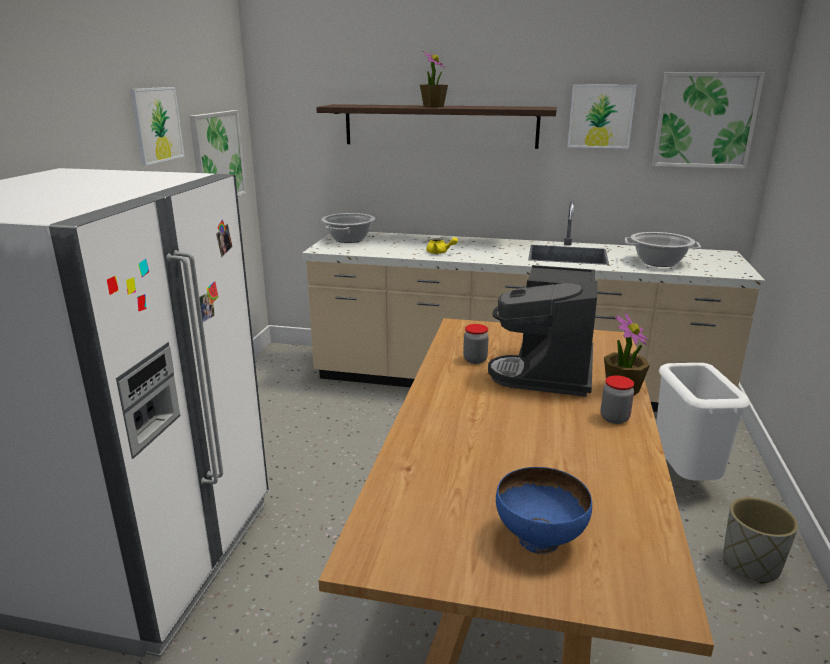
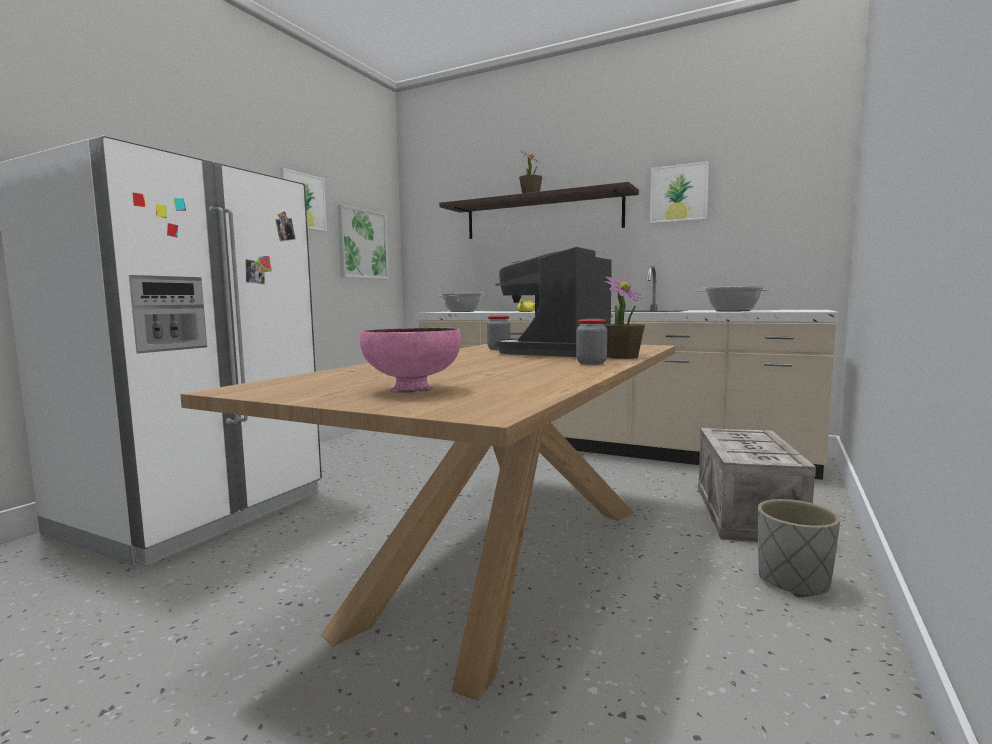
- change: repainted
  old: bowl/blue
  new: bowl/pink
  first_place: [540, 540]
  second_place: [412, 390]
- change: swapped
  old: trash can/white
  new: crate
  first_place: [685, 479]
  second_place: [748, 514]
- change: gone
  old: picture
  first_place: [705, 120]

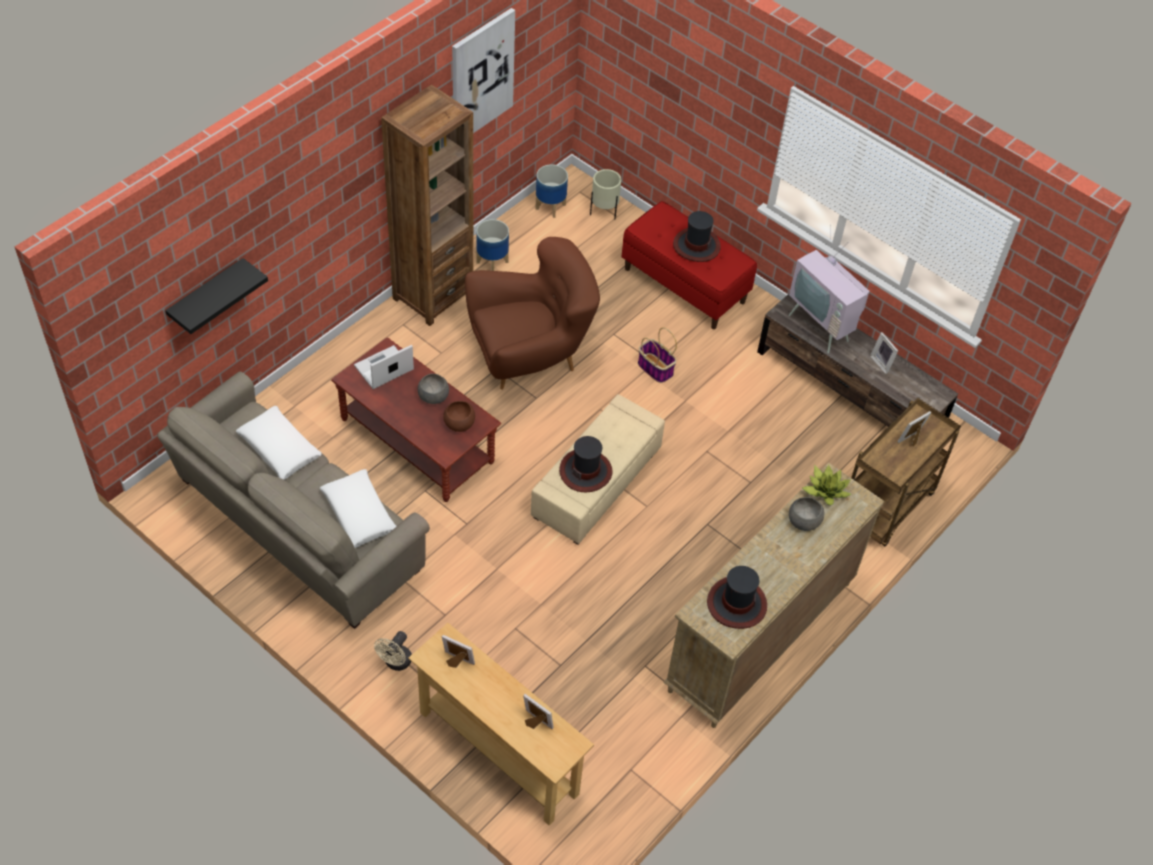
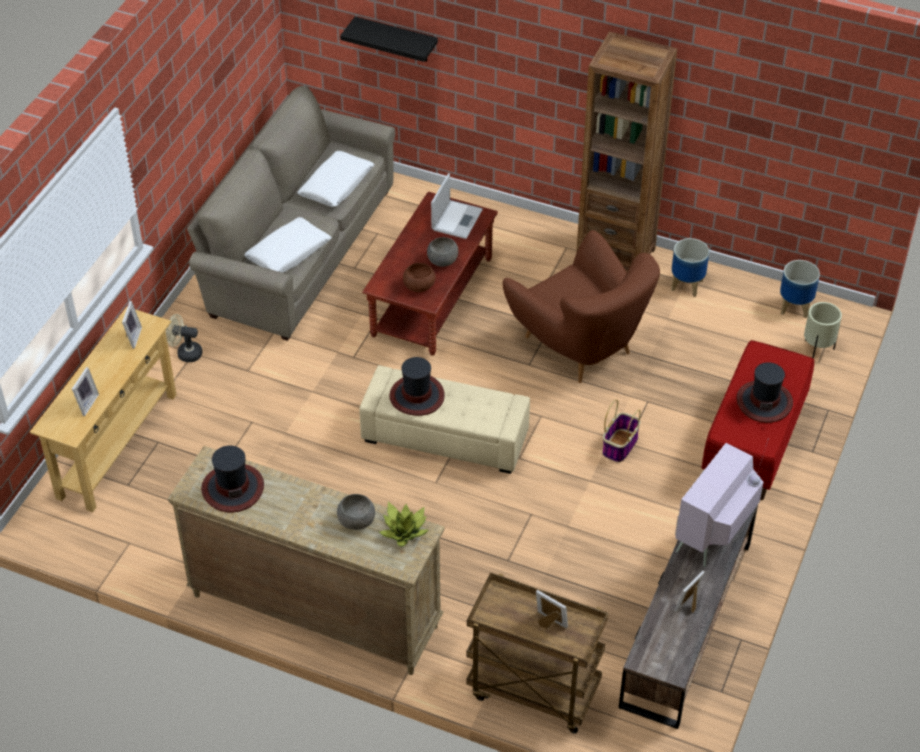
- change: rotated
  old: laptop
  first_place: [383, 369]
  second_place: [457, 219]
  degrees: 75
- change: gone
  old: picture
  first_place: [481, 75]

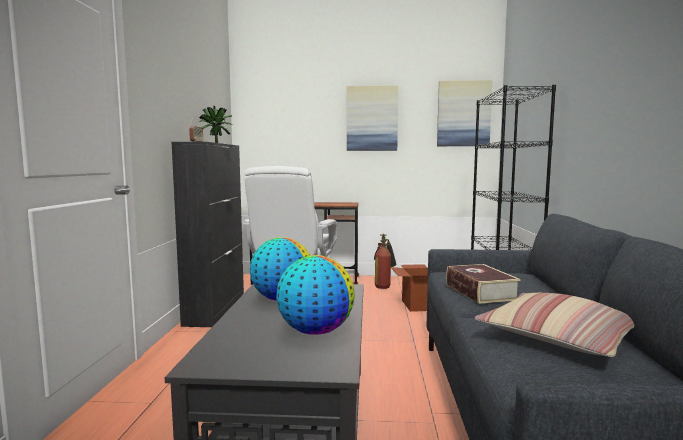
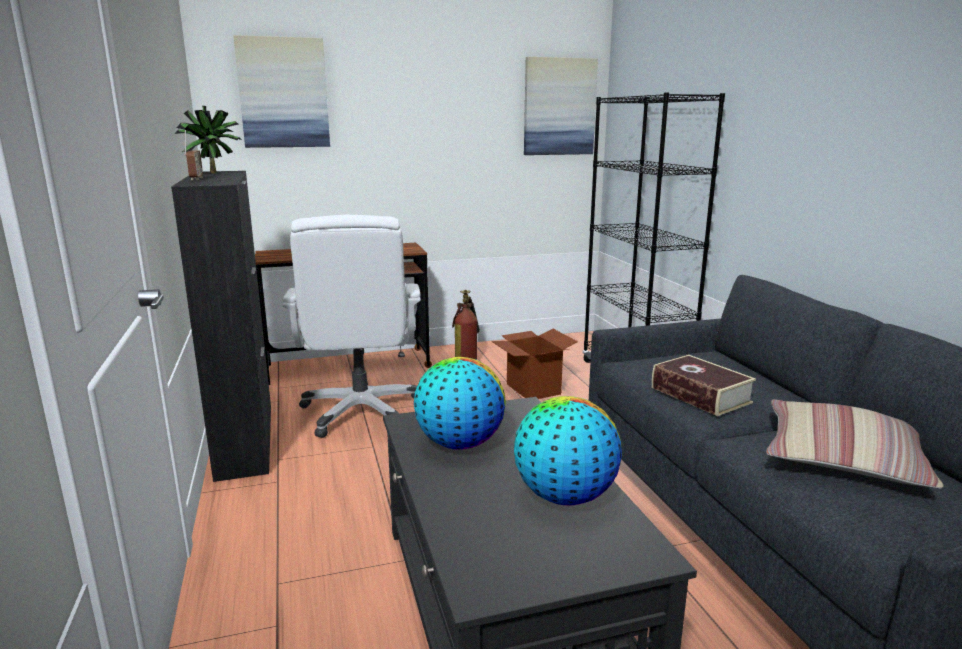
- change: shifted
  old: picture
  first_place: [372, 118]
  second_place: [283, 93]

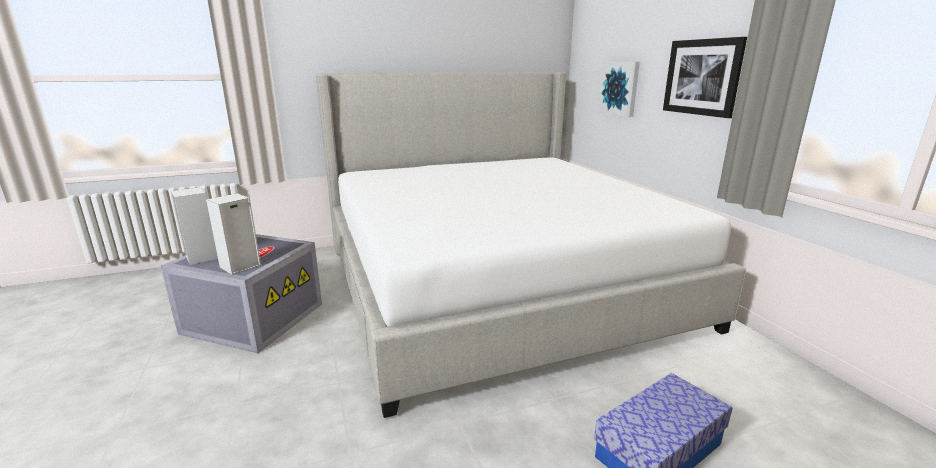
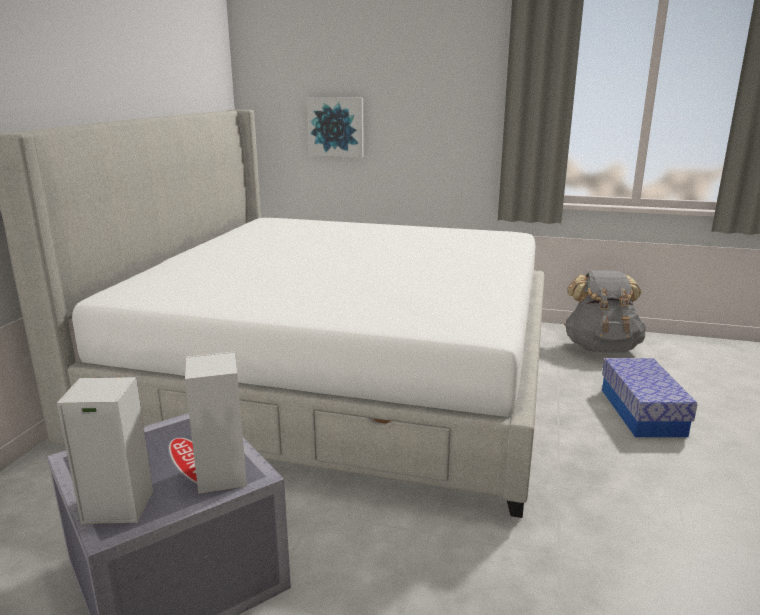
- change: new
  new: backpack/grey
  second_place: [601, 348]
- change: gone
  old: picture
  first_place: [702, 77]

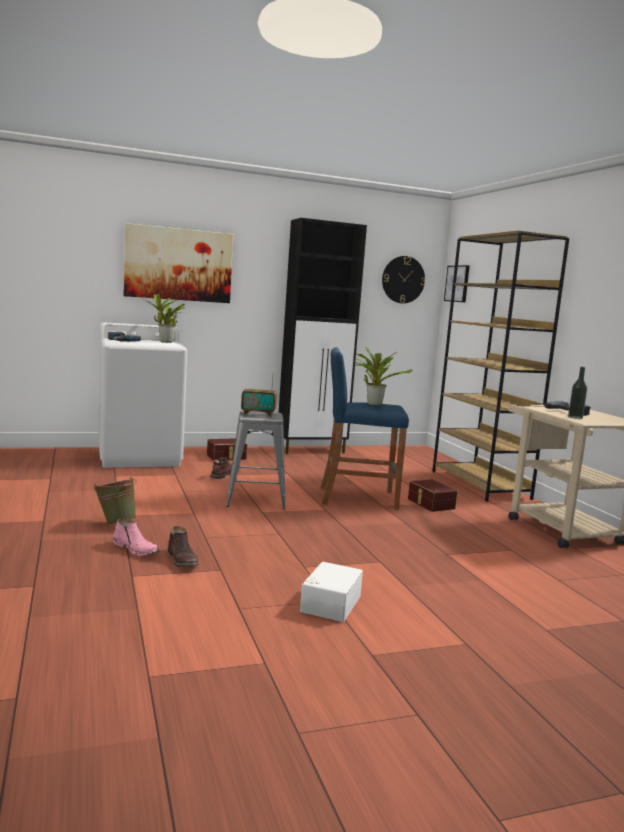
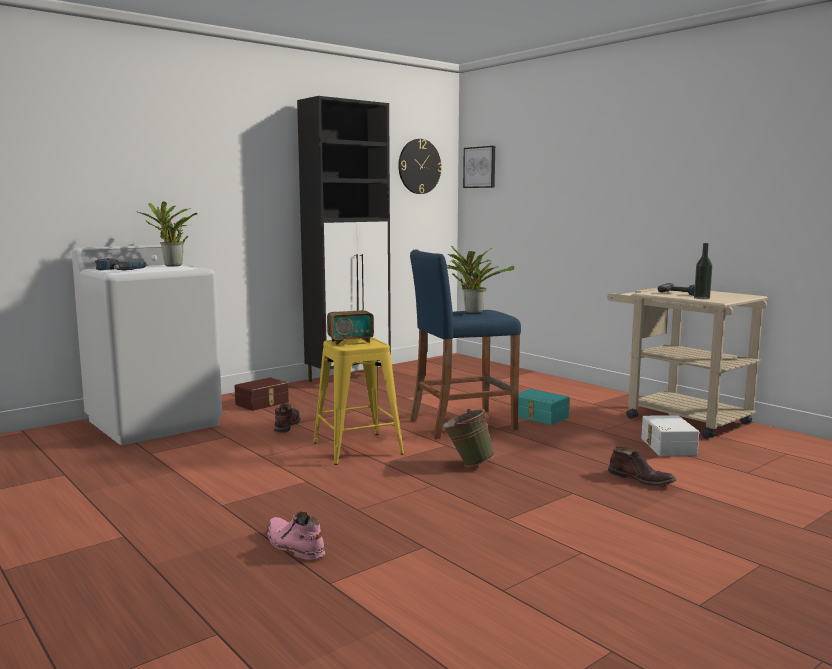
- change: rotated
  old: boot/pink
  first_place: [136, 549]
  second_place: [293, 545]
  degrees: -150
- change: repainted
  old: stool/grey
  new: stool/yellow
  first_place: [256, 499]
  second_place: [357, 448]
- change: shifted
  old: bucket/green
  first_place: [115, 524]
  second_place: [467, 464]
- change: repainted
  old: storage box/brown
  new: storage box/turquoise
  first_place: [430, 504]
  second_place: [539, 417]
- change: shifted
  old: boot/brown
  first_place: [183, 560]
  second_place: [641, 479]
- change: shifted
  old: storage box/white
  first_place: [329, 603]
  second_place: [667, 446]
- change: gone
  old: picture
  first_place: [178, 264]
- change: gone
  old: bookcase/brown
  first_place: [480, 485]

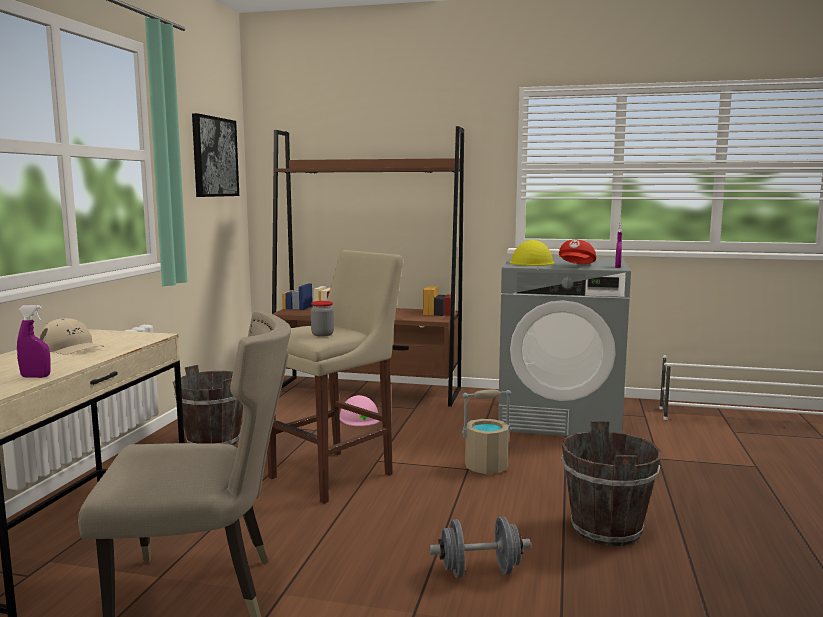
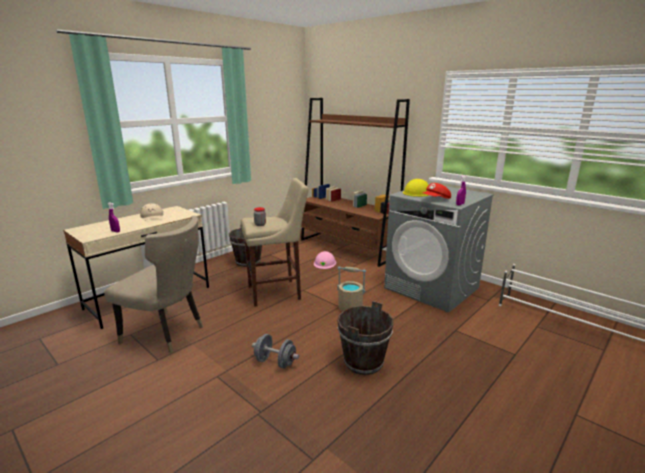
- change: gone
  old: picture
  first_place: [214, 157]

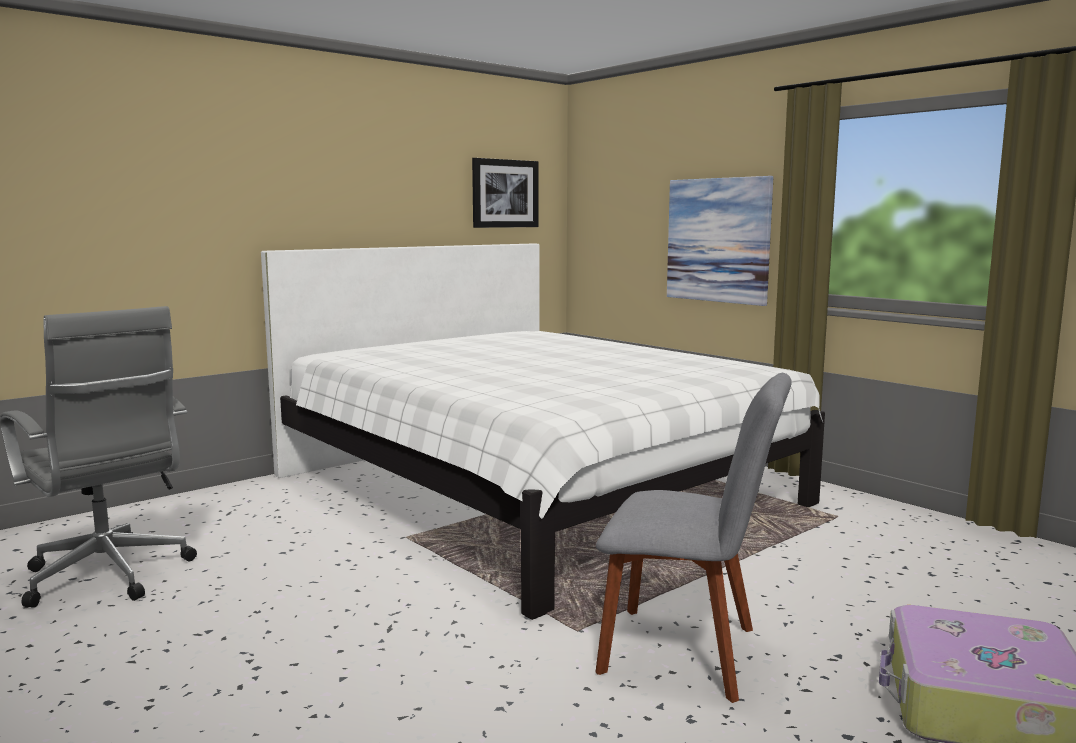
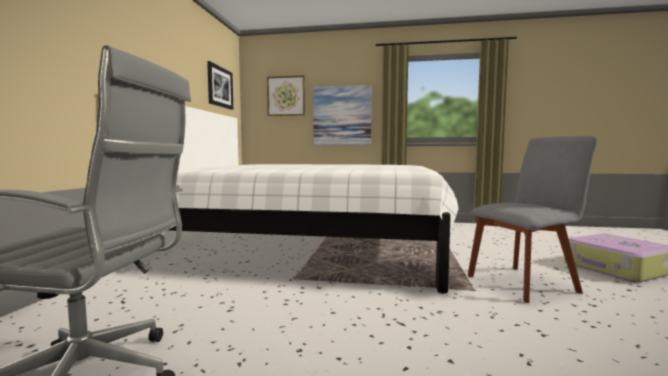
- change: new
  new: picture
  second_place: [286, 96]

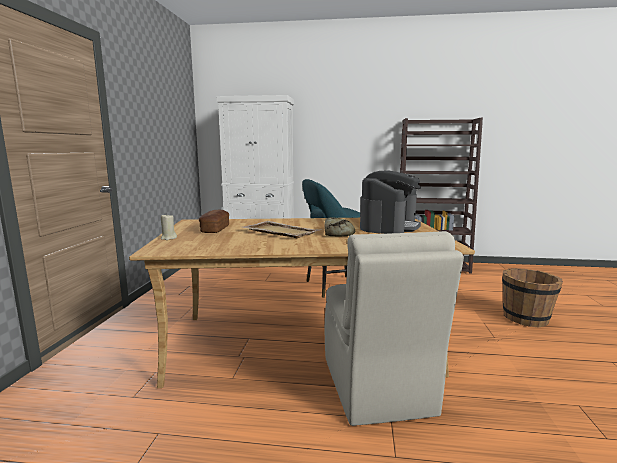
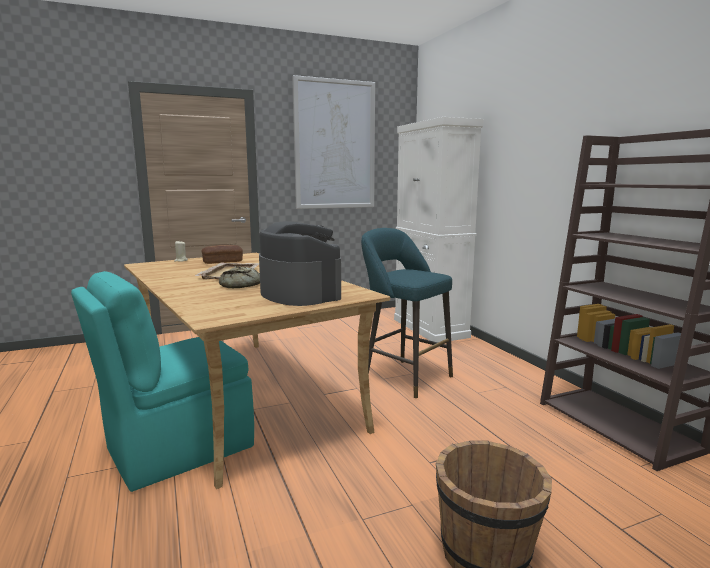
- change: repainted
  old: chair/beige
  new: chair/turquoise
  first_place: [377, 387]
  second_place: [176, 449]
- change: rotated
  old: coffee machine
  first_place: [389, 226]
  second_place: [299, 294]
  degrees: -120
- change: new
  new: picture
  second_place: [335, 145]

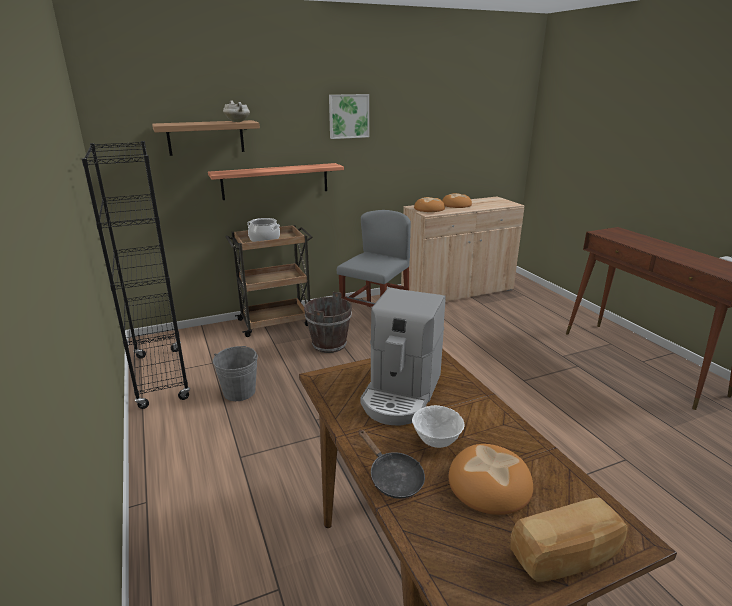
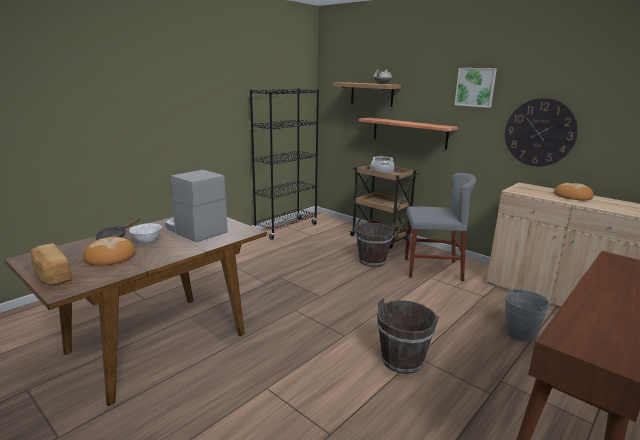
- change: rotated
  old: coffee machine
  first_place: [401, 393]
  second_place: [194, 230]
  degrees: 45
- change: new
  new: bucket/brown
  second_place: [402, 360]
- change: new
  new: wall clock
  second_place: [539, 132]
- change: shifted
  old: bucket/grey
  first_place: [239, 392]
  second_place: [520, 332]
- change: gone
  old: bread
  first_place: [429, 209]

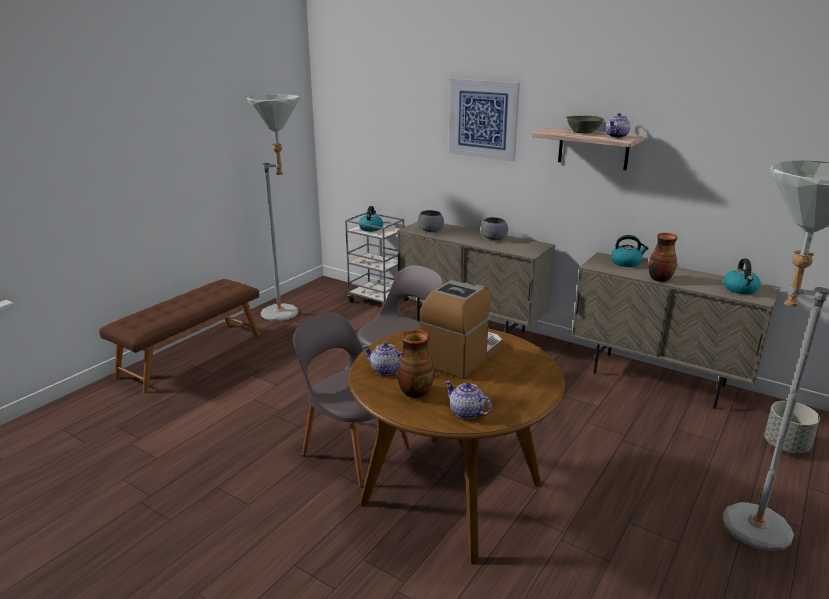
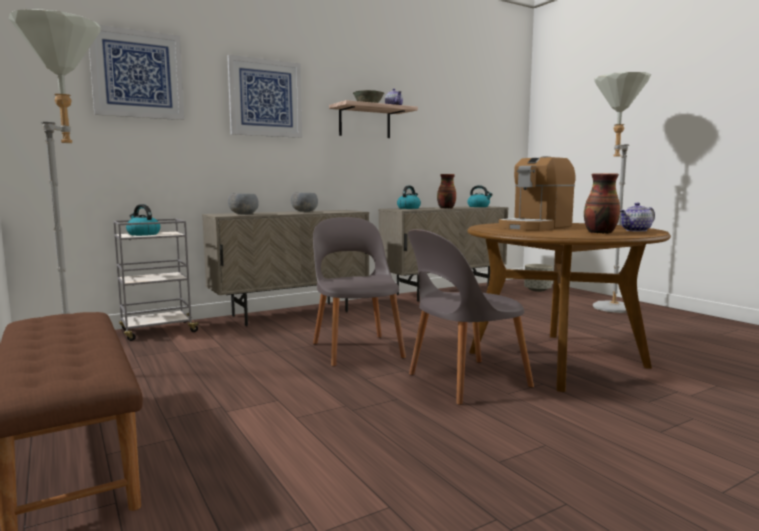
- change: new
  new: picture
  second_place: [137, 74]
- change: rotated
  old: coffee machine
  first_place: [462, 355]
  second_place: [535, 227]
  degrees: -105
- change: gone
  old: teapot
  first_place: [385, 370]

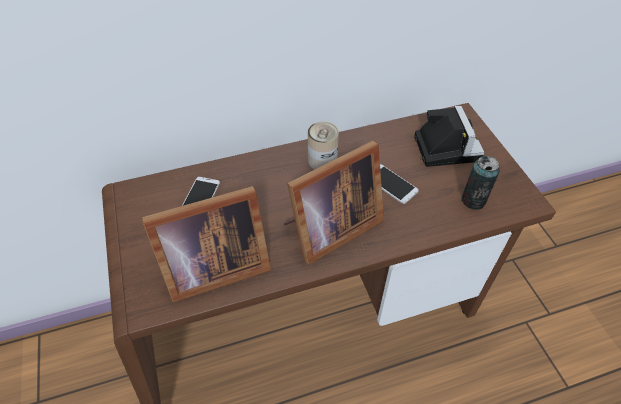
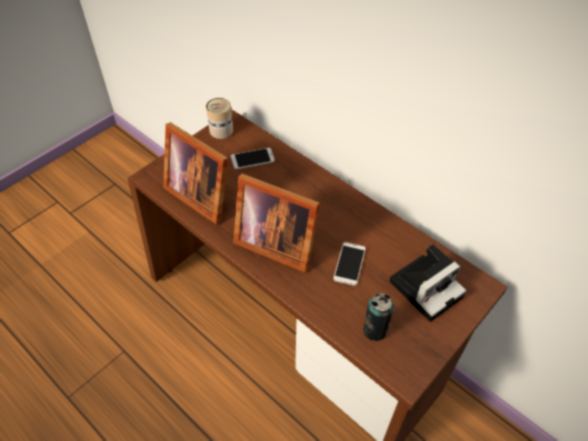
- change: shifted
  old: can
  first_place: [322, 160]
  second_place: [221, 130]

